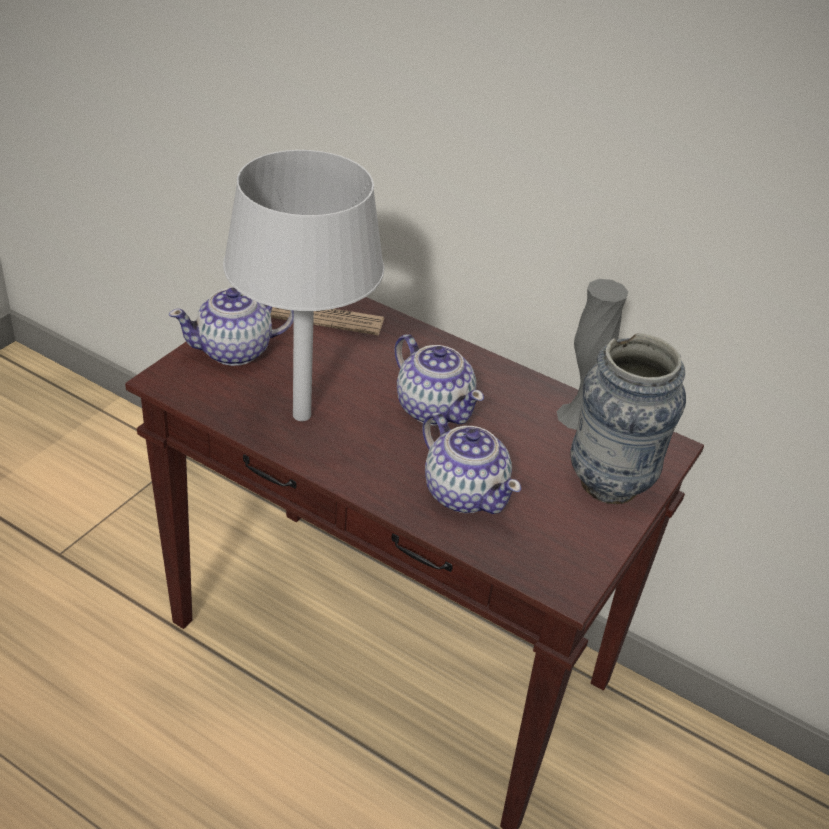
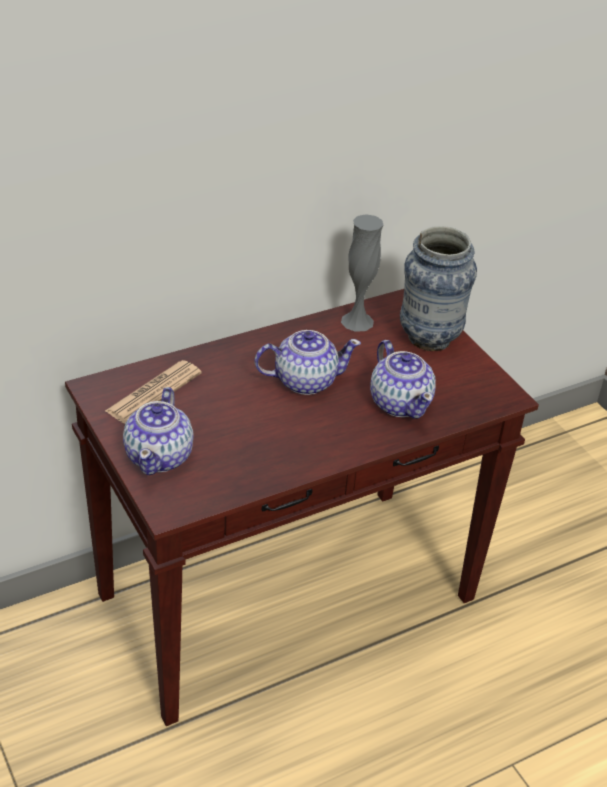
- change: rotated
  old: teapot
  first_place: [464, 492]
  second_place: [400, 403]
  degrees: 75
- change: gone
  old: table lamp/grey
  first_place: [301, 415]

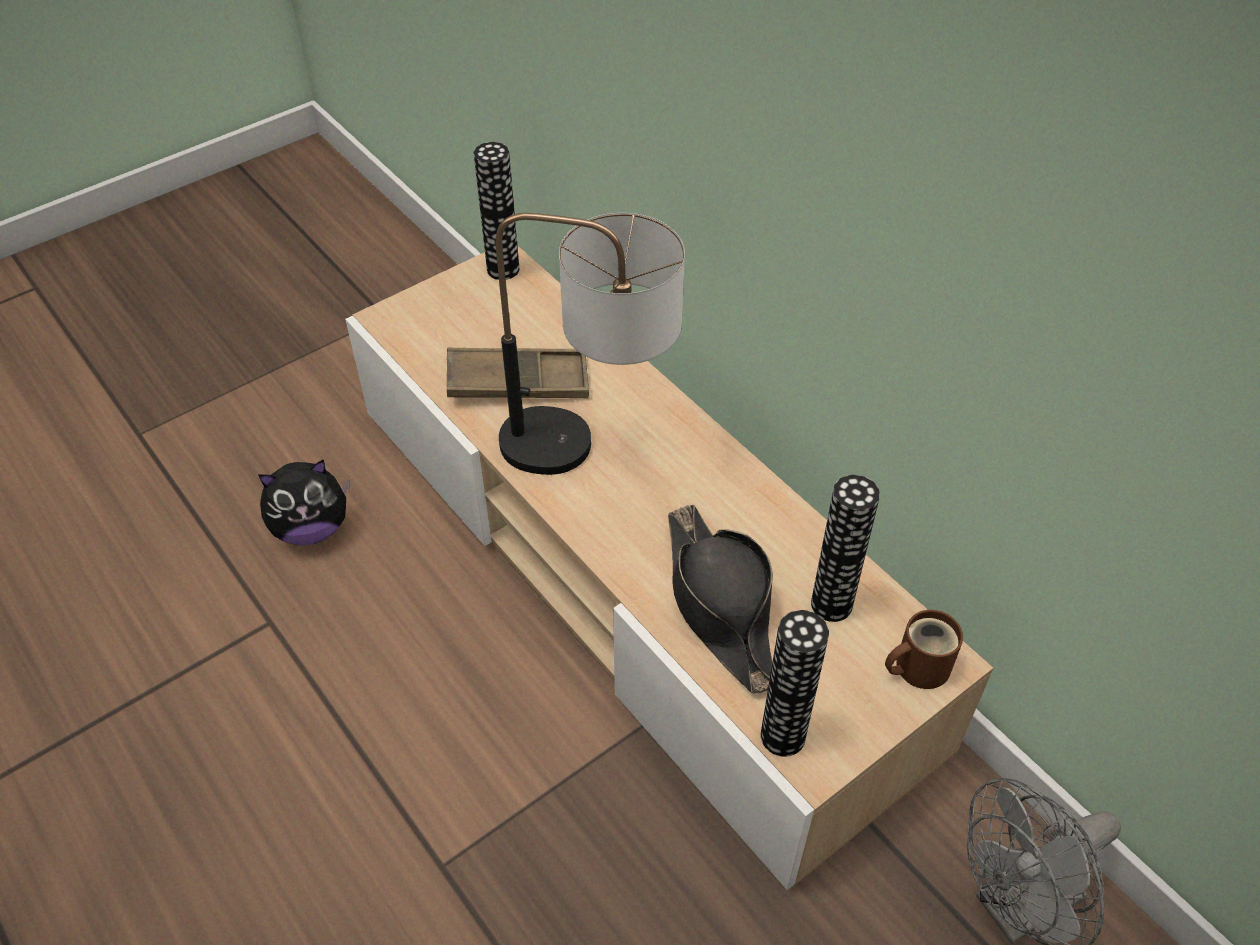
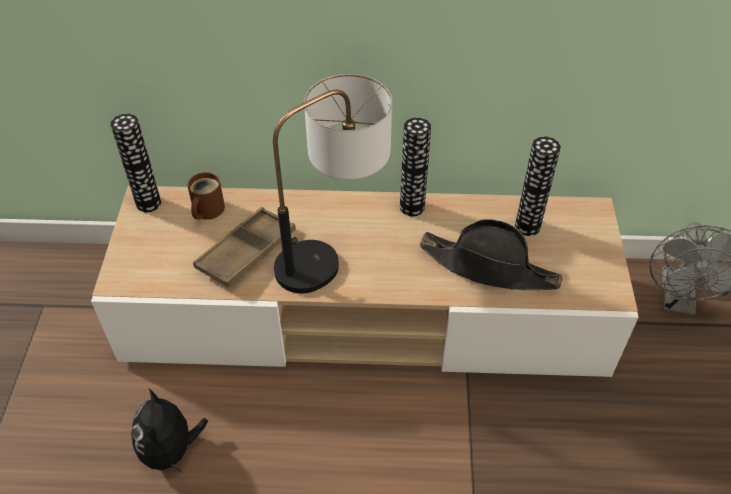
- change: rotated
  old: plush toy
  first_place: [312, 528]
  second_place: [171, 450]
  degrees: 150
- change: shifted
  old: mug/brown
  first_place: [917, 666]
  second_place: [206, 210]
- change: shifted
  old: vase
  first_place: [783, 736]
  second_place: [412, 207]

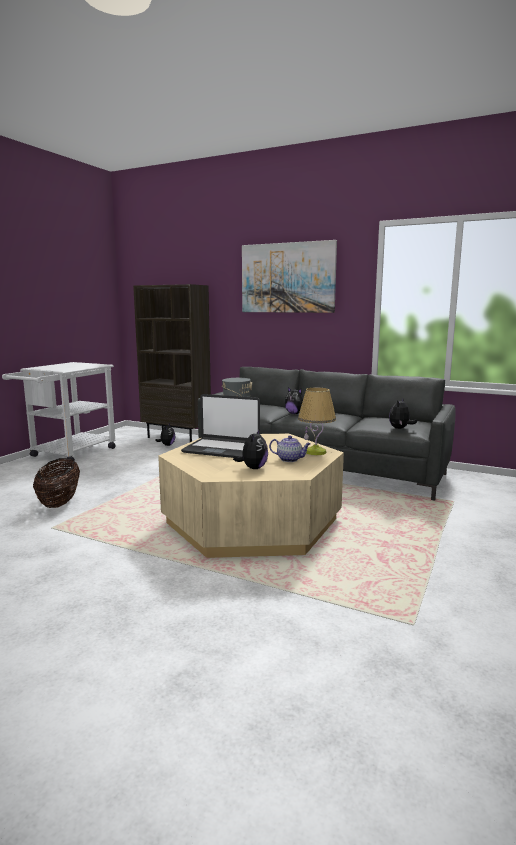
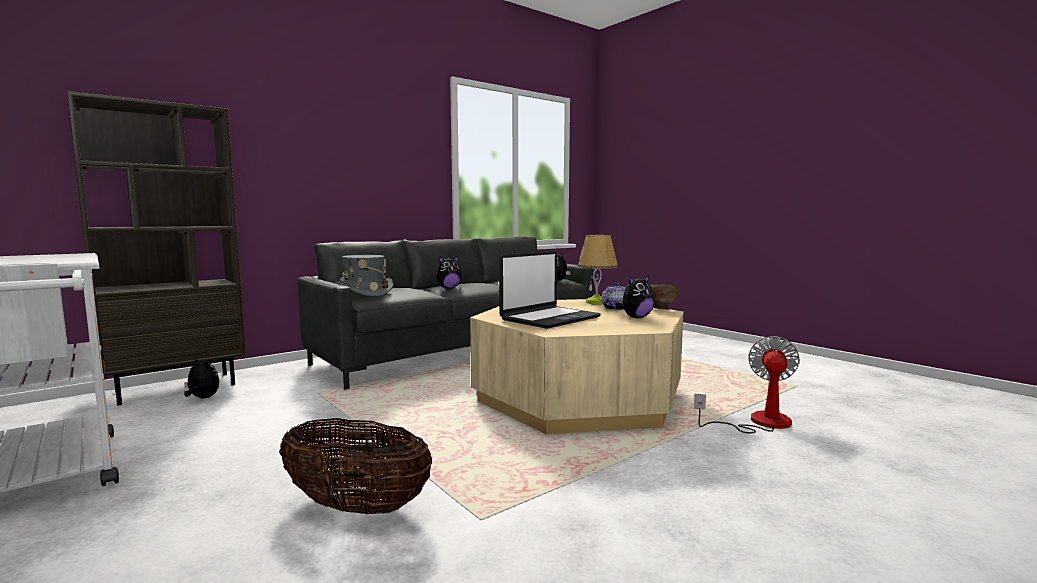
- change: rotated
  old: plush toy
  first_place: [253, 468]
  second_place: [636, 318]
  degrees: 105
- change: new
  new: bowl/brown
  second_place: [660, 310]
- change: new
  new: fan
  second_place: [758, 423]
- change: gone
  old: picture
  first_place: [287, 278]

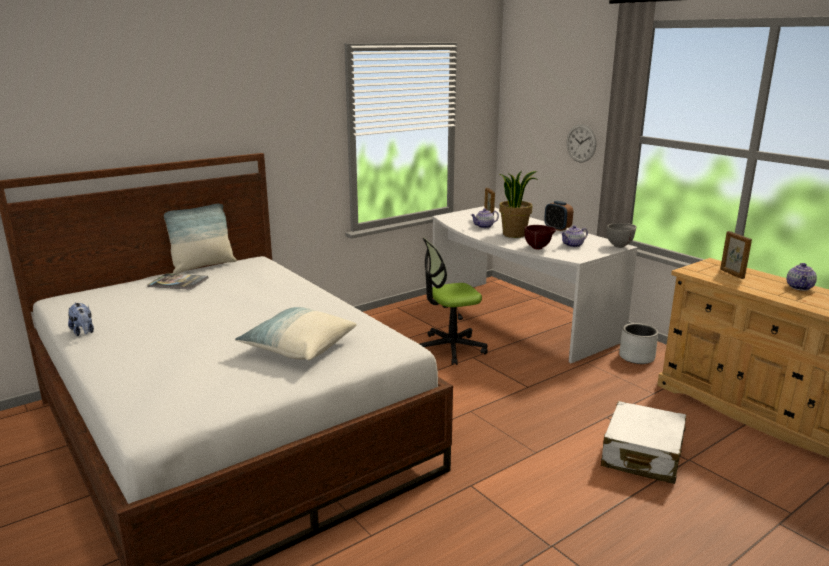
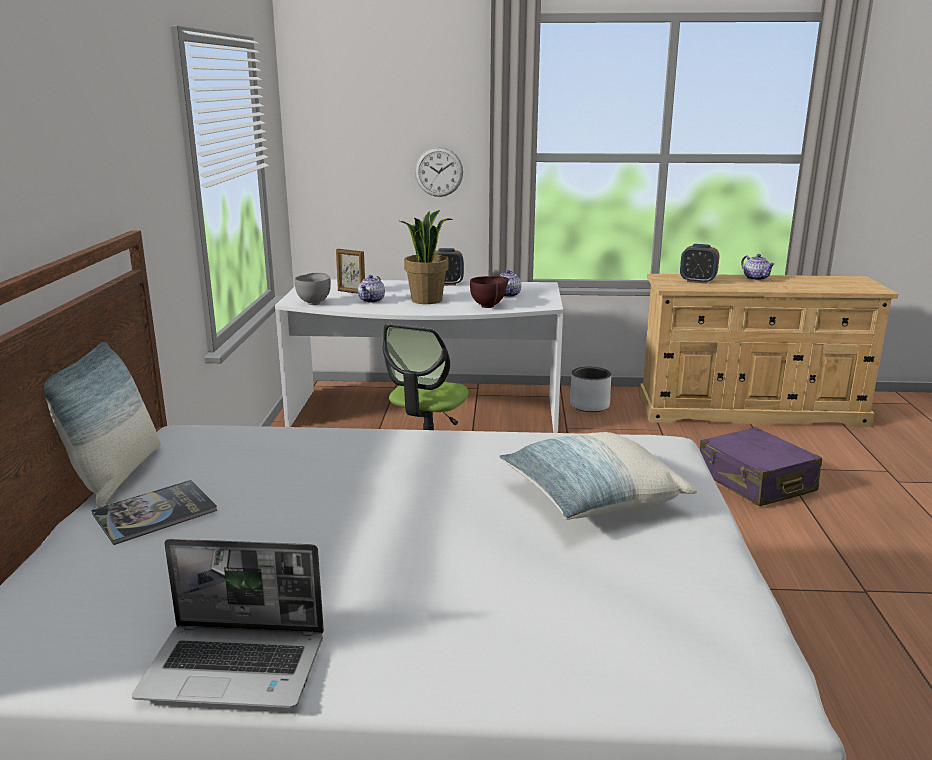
- change: swapped
  old: plush toy
  new: laptop
  first_place: [83, 332]
  second_place: [236, 667]
- change: shifted
  old: bowl/grey
  first_place: [620, 246]
  second_place: [314, 303]
- change: swapped
  old: picture frame
  new: alarm clock
  first_place: [731, 274]
  second_place: [697, 281]
- change: repainted
  old: suitcase/white
  new: suitcase/purple
  first_place: [642, 455]
  second_place: [755, 482]

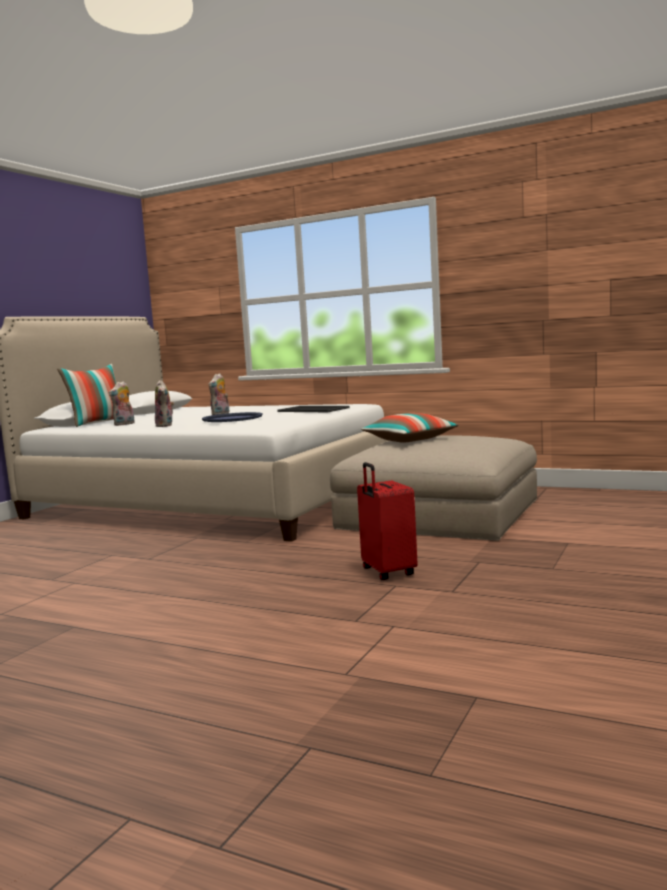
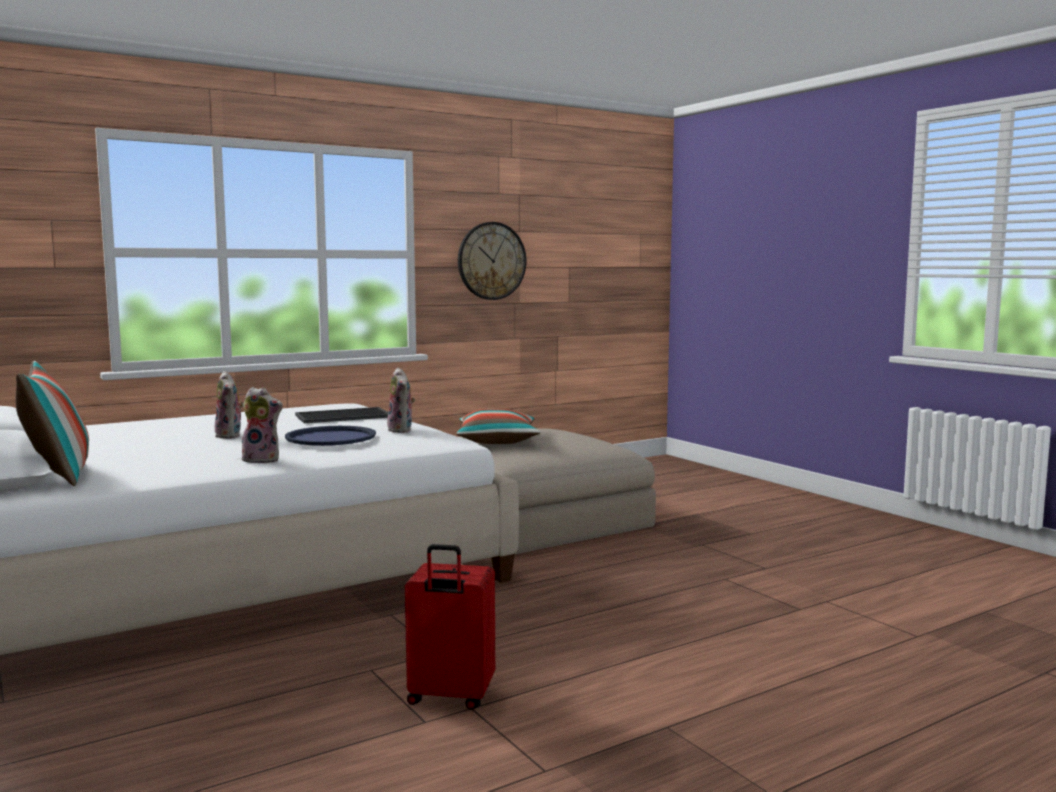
- change: shifted
  old: plush toy
  first_place: [124, 424]
  second_place: [402, 430]
- change: shifted
  old: suitcase/red
  first_place: [387, 572]
  second_place: [450, 697]
- change: new
  new: wall clock
  second_place: [491, 261]

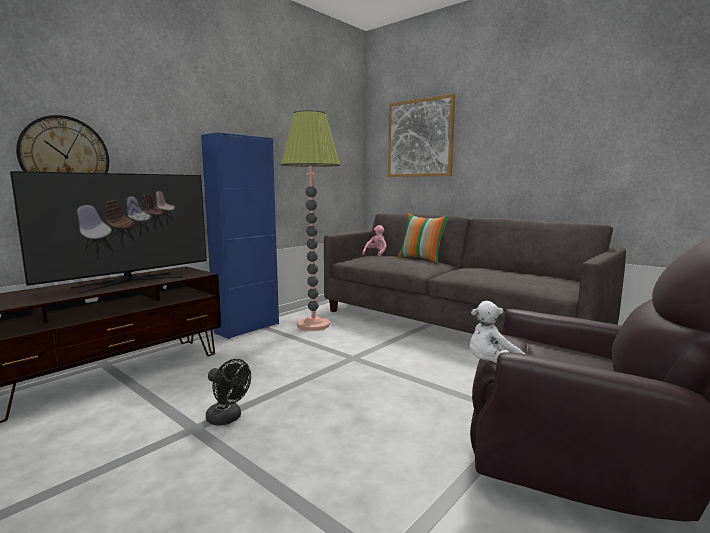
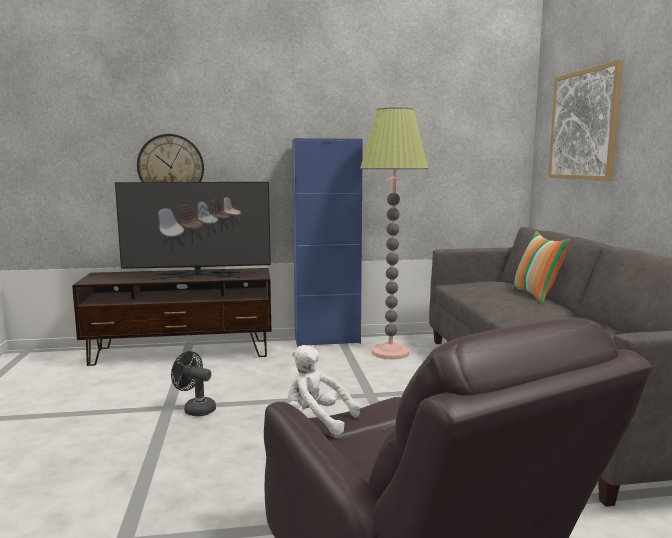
- change: rotated
  old: fan/black
  first_place: [228, 419]
  second_place: [195, 409]
  degrees: 135
- change: gone
  old: plush toy/pink
  first_place: [376, 254]

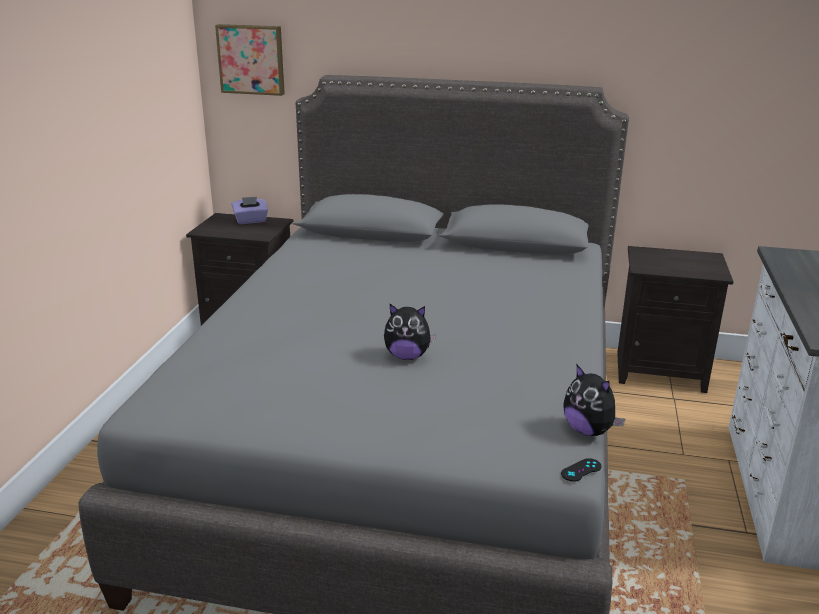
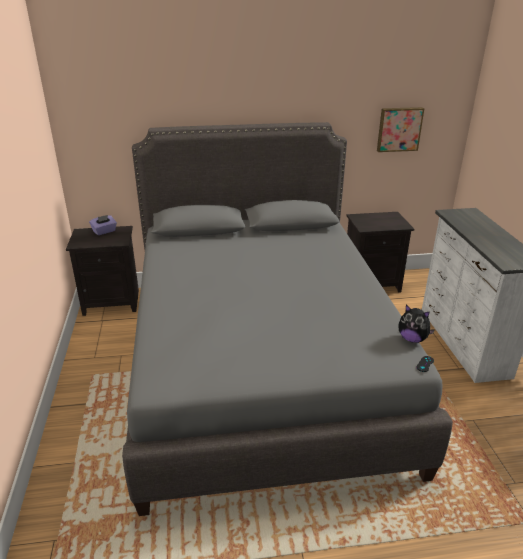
- change: shifted
  old: picture
  first_place: [251, 59]
  second_place: [399, 129]
- change: gone
  old: plush toy
  first_place: [407, 356]

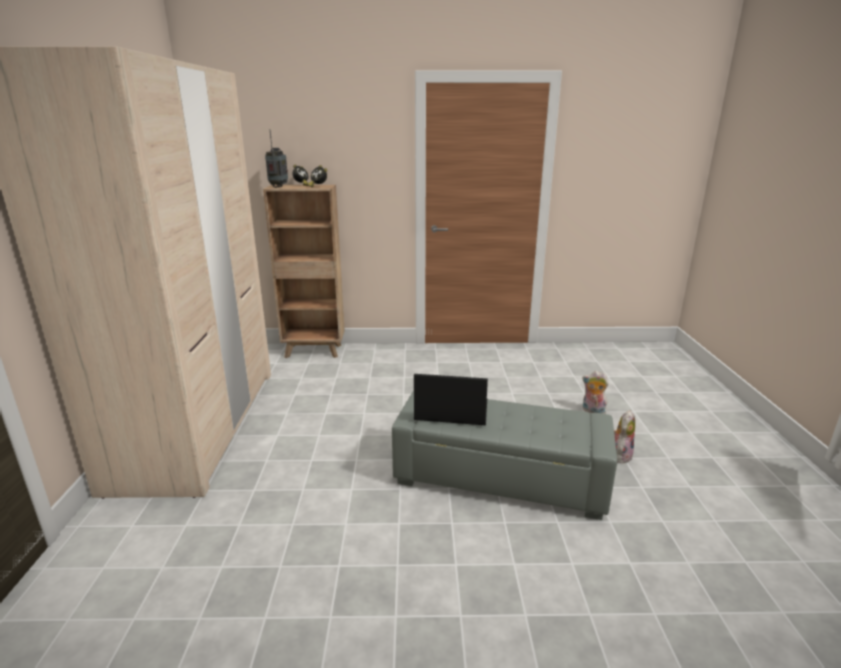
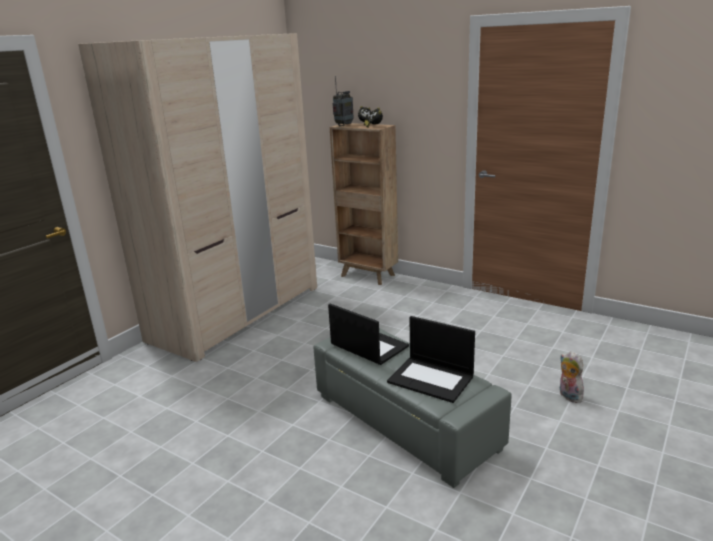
- change: new
  new: laptop
  second_place: [432, 379]
- change: gone
  old: plush toy
  first_place: [620, 455]

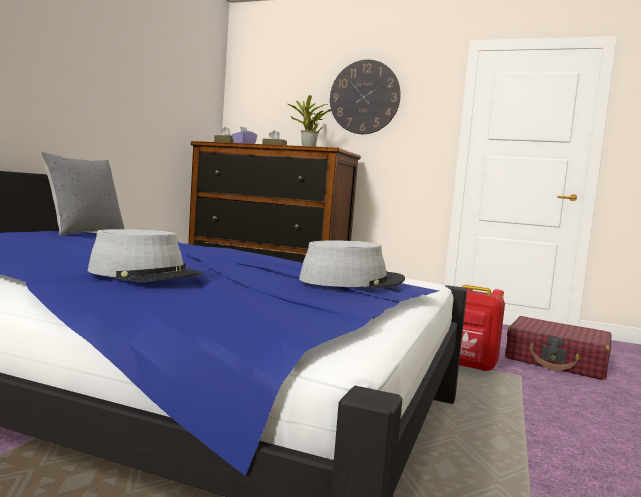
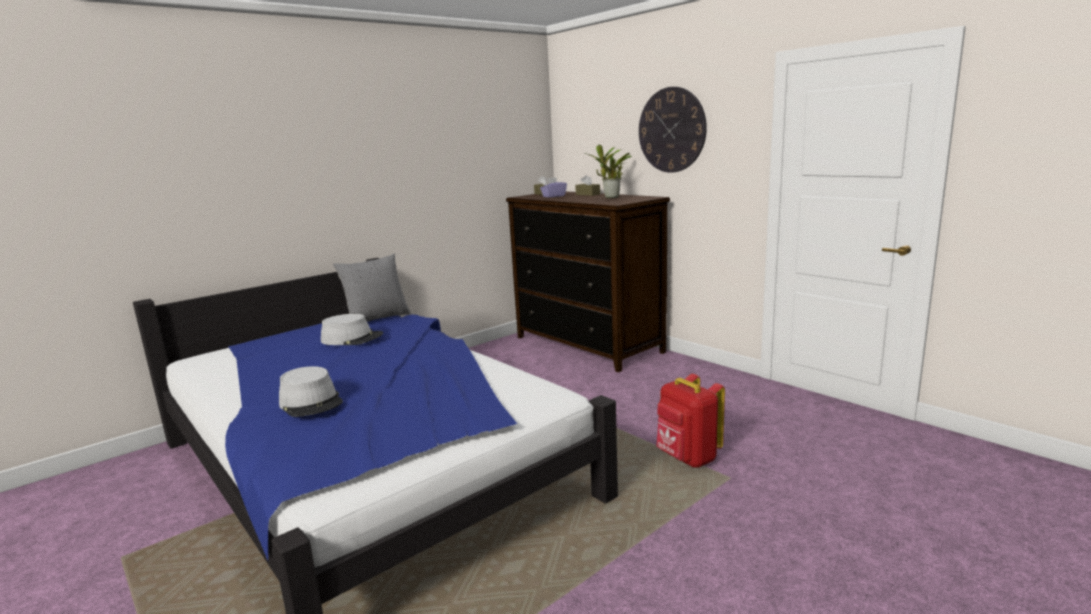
- change: shifted
  old: hat/grey
  first_place: [352, 281]
  second_place: [352, 338]
- change: gone
  old: suitcase/red
  first_place: [557, 361]

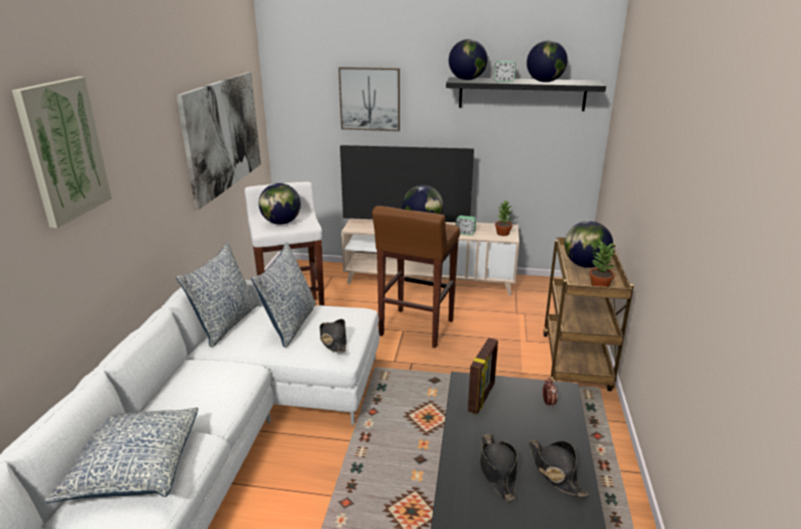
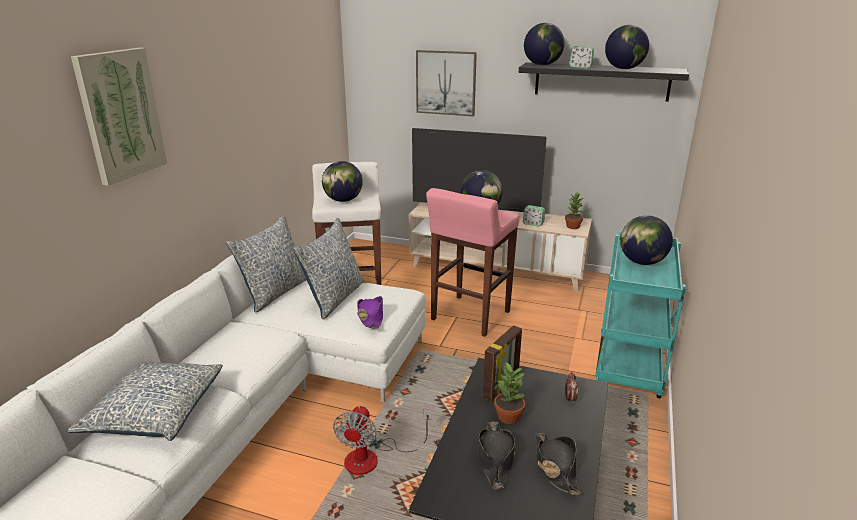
- change: new
  new: fan
  second_place: [373, 458]
- change: repainted
  old: hat/black
  new: hat/purple
  first_place: [333, 340]
  second_place: [370, 317]
- change: repainted
  old: stool/brown
  new: stool/pink
  first_place: [416, 328]
  second_place: [469, 316]
- change: shifted
  old: potted plant
  first_place: [599, 285]
  second_place: [508, 416]
- change: repainted
  old: cart/brown
  new: cart/turquoise
  first_place: [576, 363]
  second_place: [630, 367]
- change: gone
  old: picture
  first_place: [223, 135]

